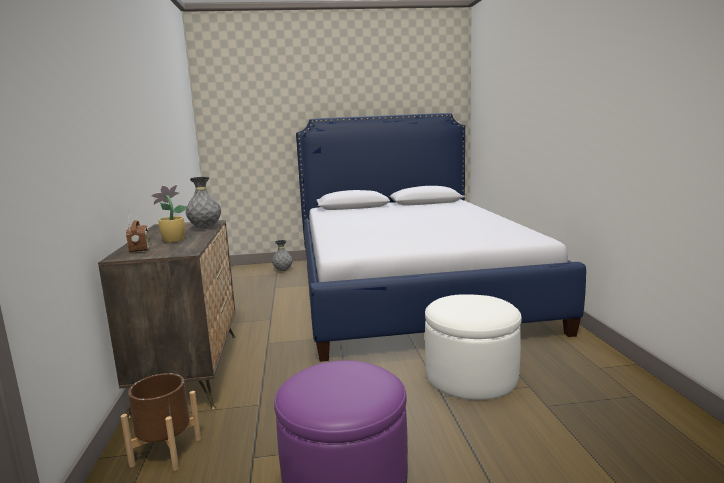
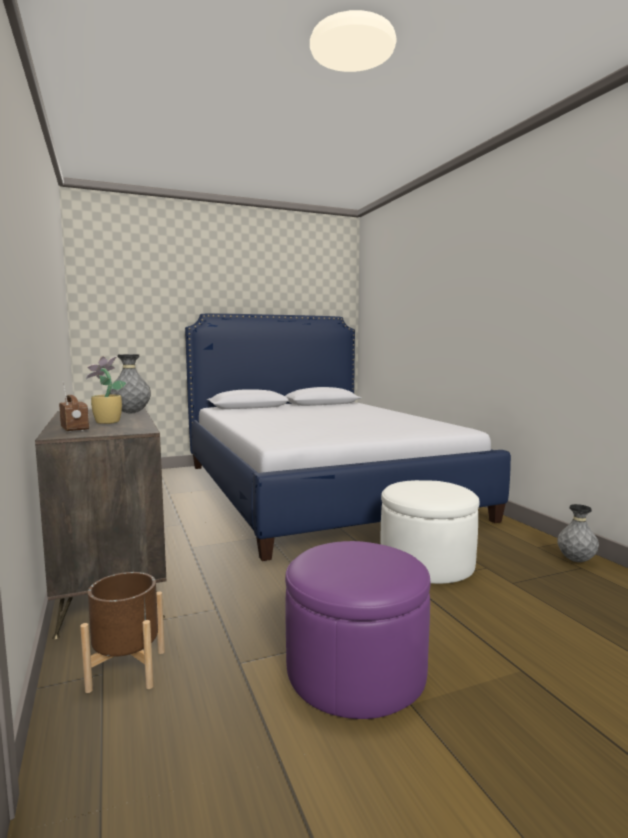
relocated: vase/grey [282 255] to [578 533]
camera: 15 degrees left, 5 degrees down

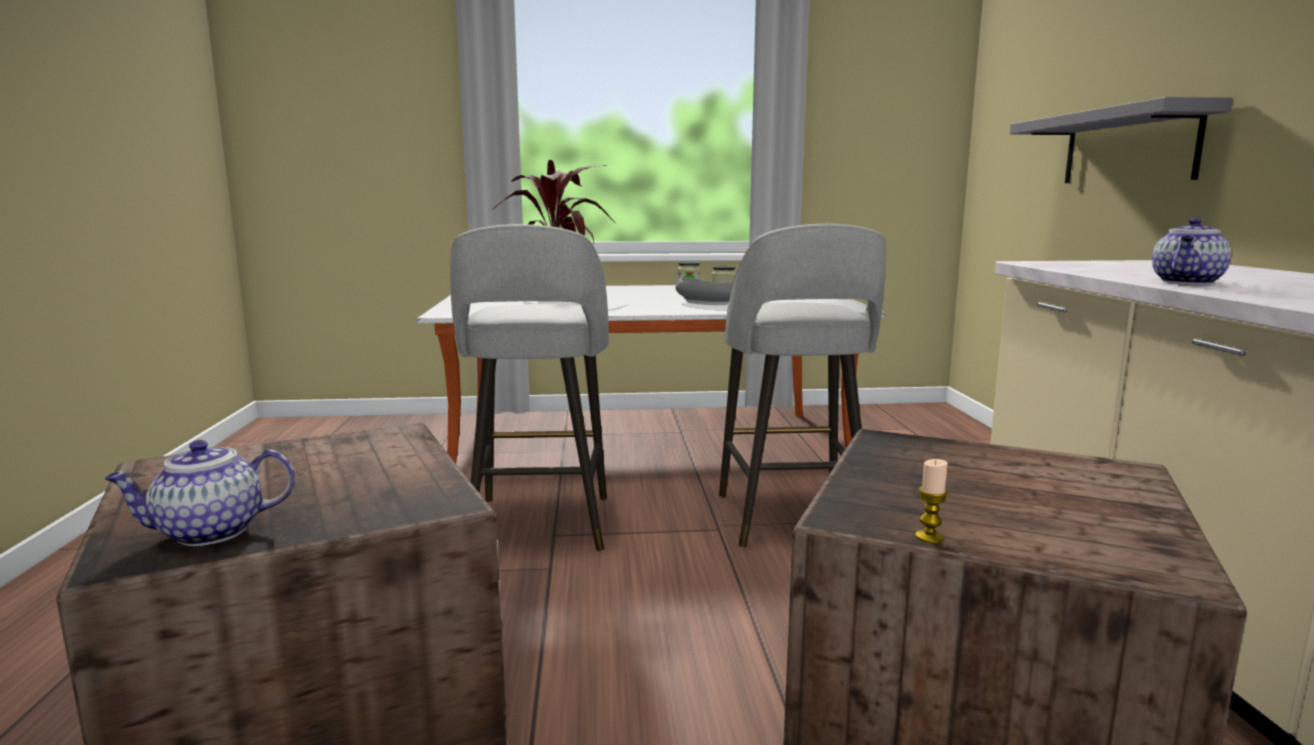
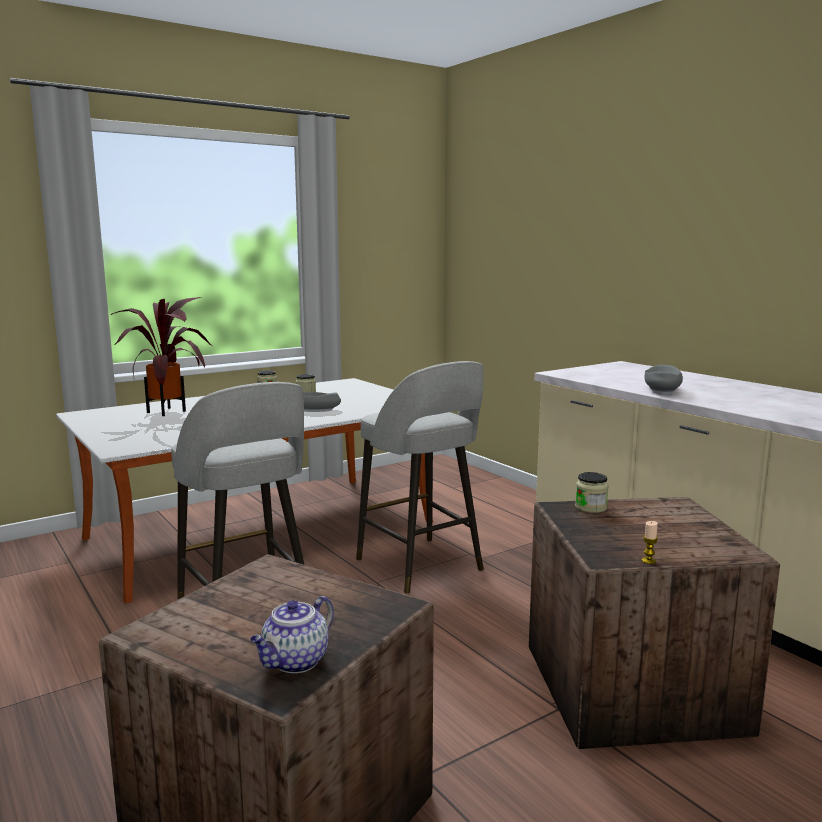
missing: shelf/grey [1121 140]
appeared: jar [592 492]
exchanged: teapot [1192 251] to bowl/grey [663 380]
camera: 30 degrees left, 0 degrees up

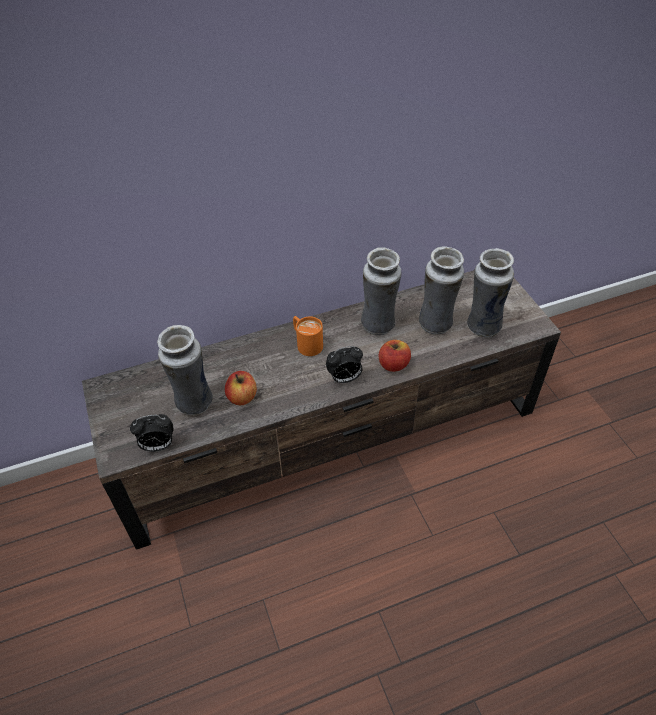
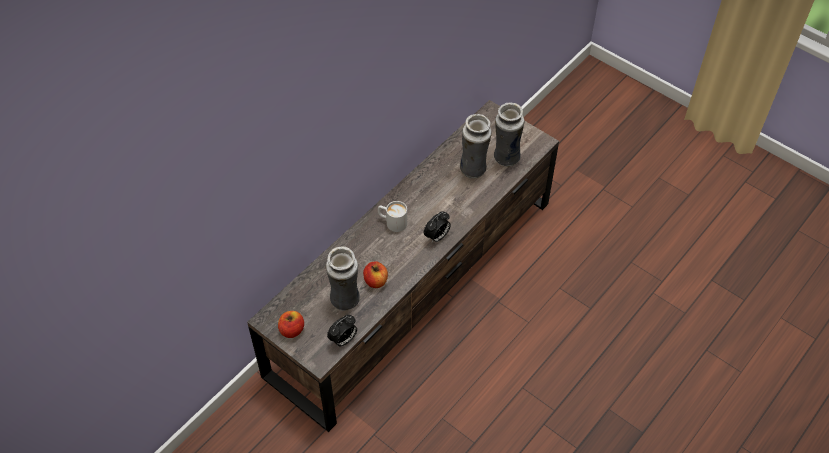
missing: vase [381 291]
relocated: apple [394 356] to [291 324]
colour: mug/orange [308 336] to mug/white [392 216]
camera: 30 degrees left, 5 degrees up

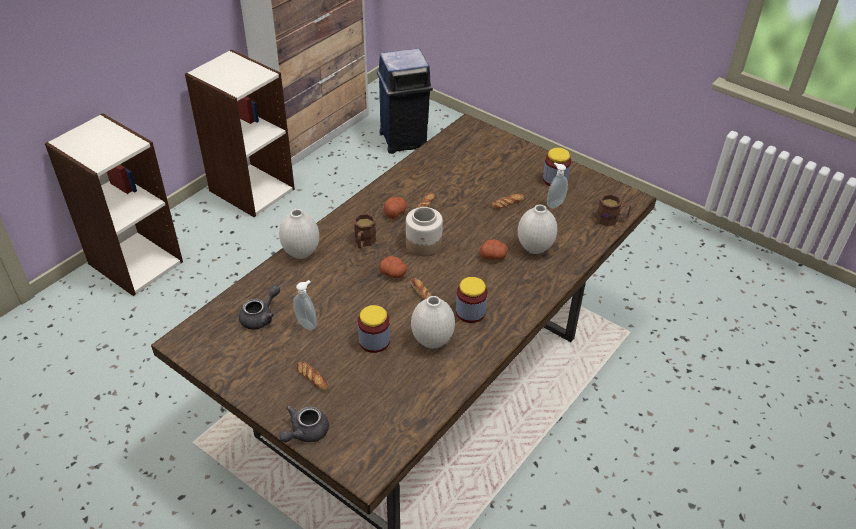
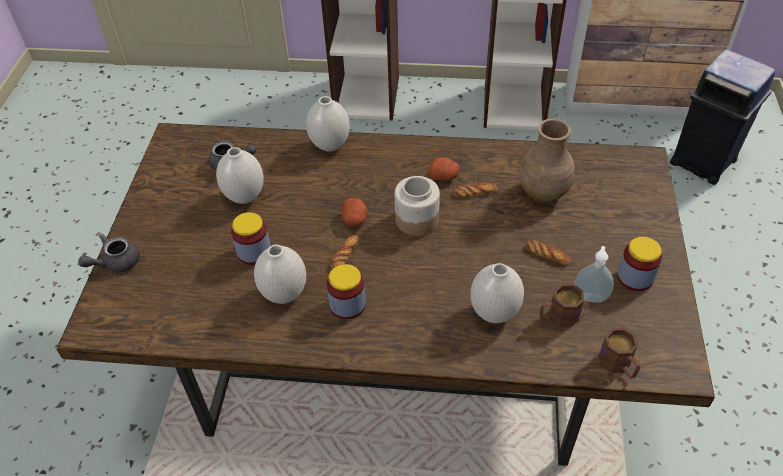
missing: bread [313 376]; potato [494 249]
appeared: vase/brown [547 160]
relocated: mug/brown [364 231] to [561 306]
exchanged: soap dispenser [305 305] to vase/white [240 175]
spun: teapot/grey [304 424] = [109 253] 45 degrees counterclockwise
camera: 60 degrees right, 5 degrees up

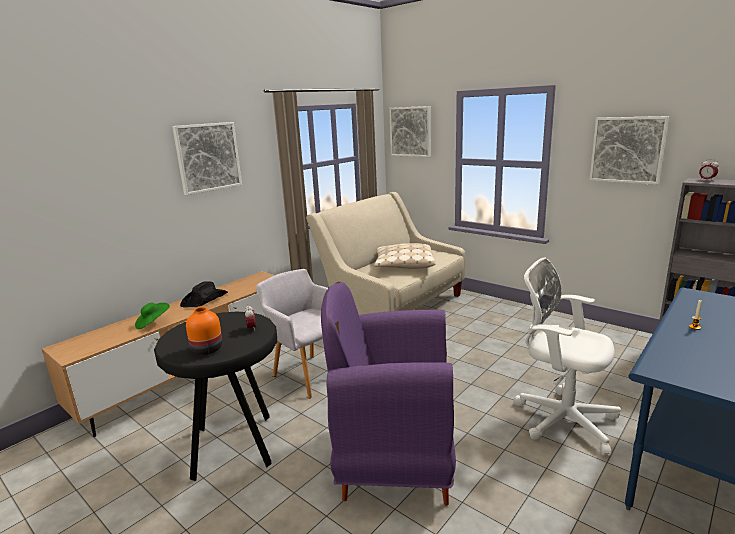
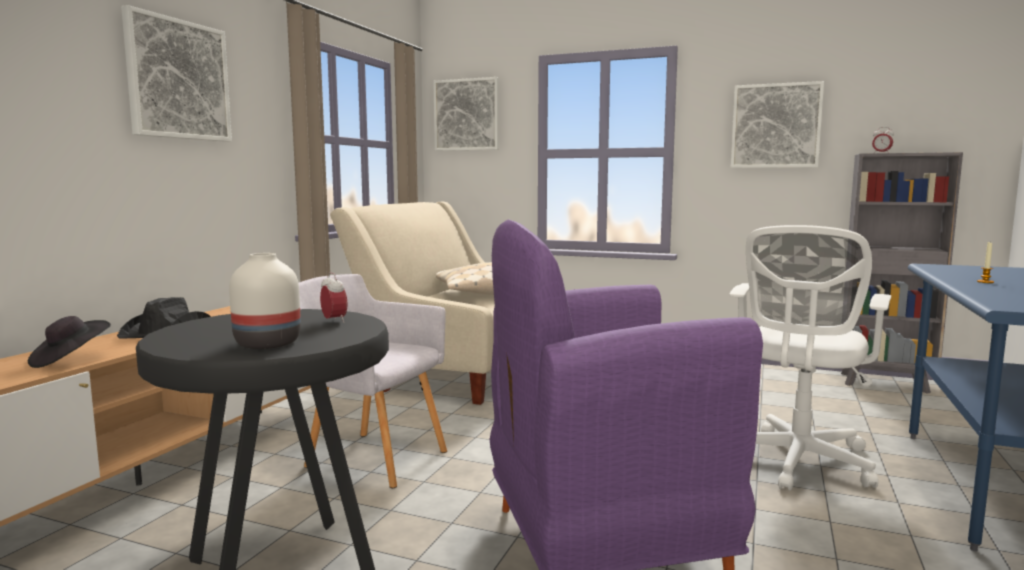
colour: hat/green [152 315] to hat/black [69 342]; vase/orange [204 331] to vase/white [265 301]
spun: office chair/white [567 357] = [810 358] 75 degrees counterclockwise
camera: 20 degrees left, 10 degrees down

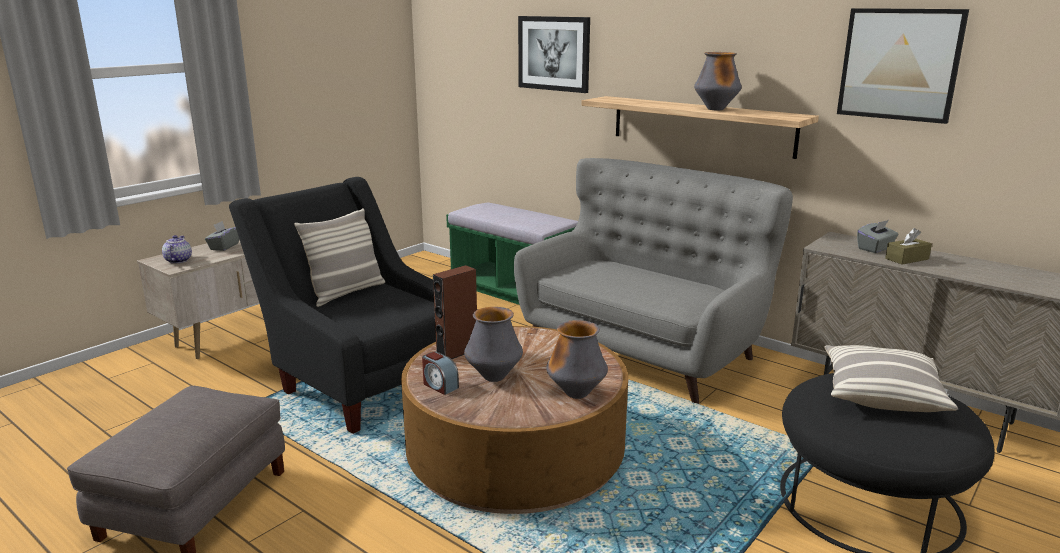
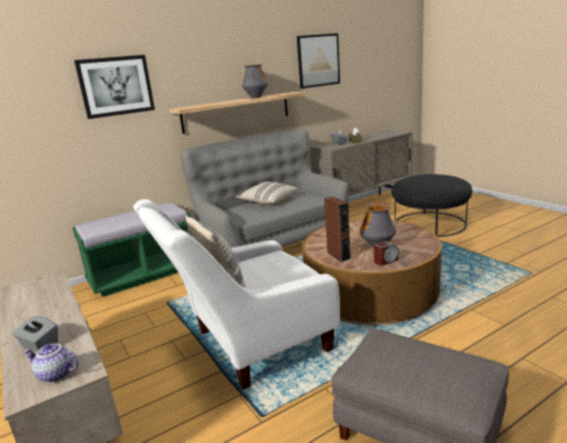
missing: vase [577 359]
relocated: pillow [891 378] to [267 193]
colour: armchair/black [332 305] to armchair/white [236 294]
camera: 70 degrees left, 0 degrees up

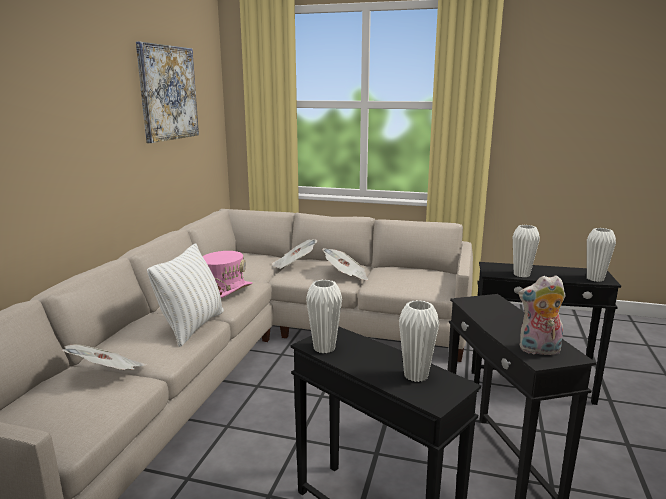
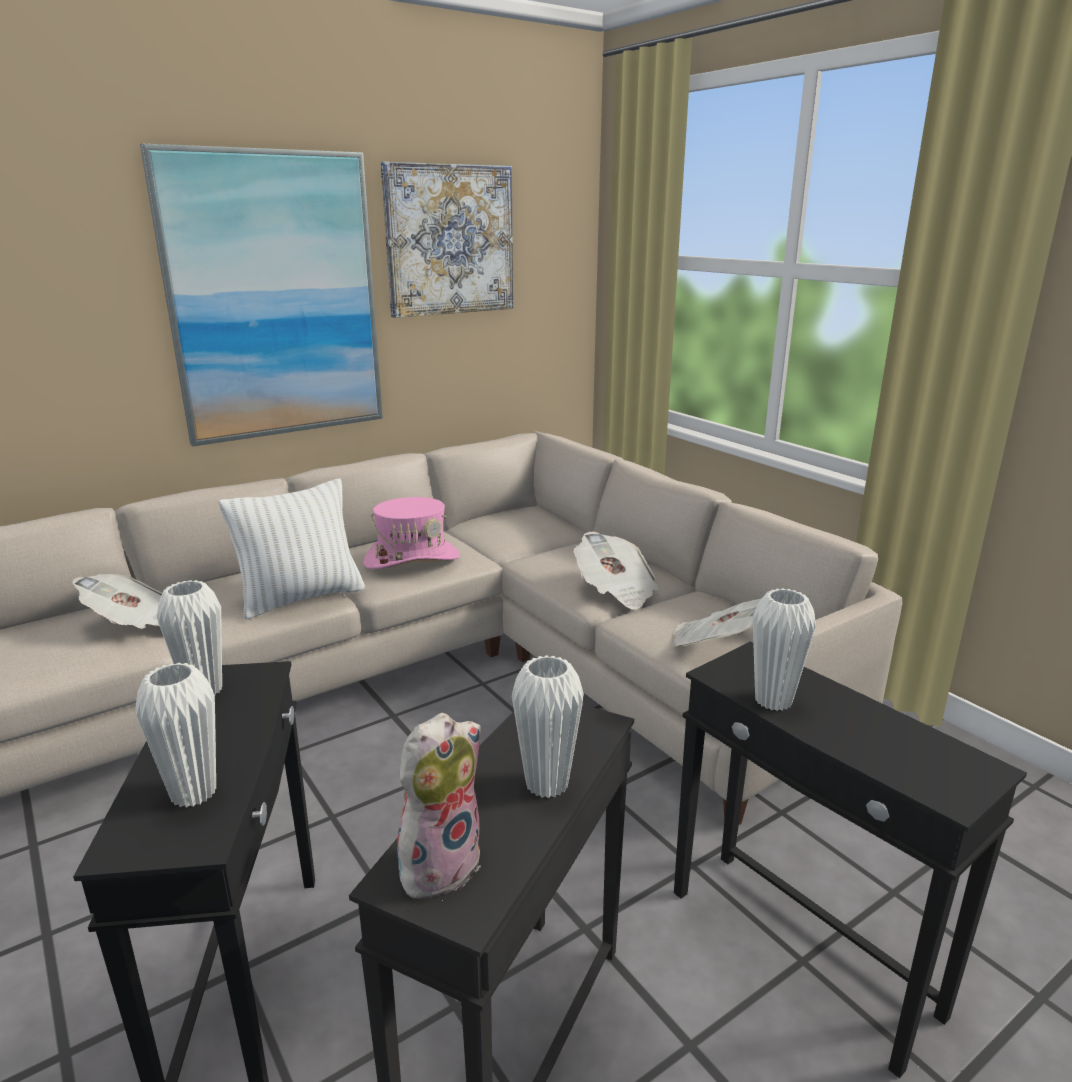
appeared: picture [261 294]
relocated: newspaper [294 254] to [716 622]; vase/white [601 255] to [548 726]
spun: plush toy [542 315] = [436 807] 90 degrees clockwise
camera: 40 degrees right, 5 degrees up

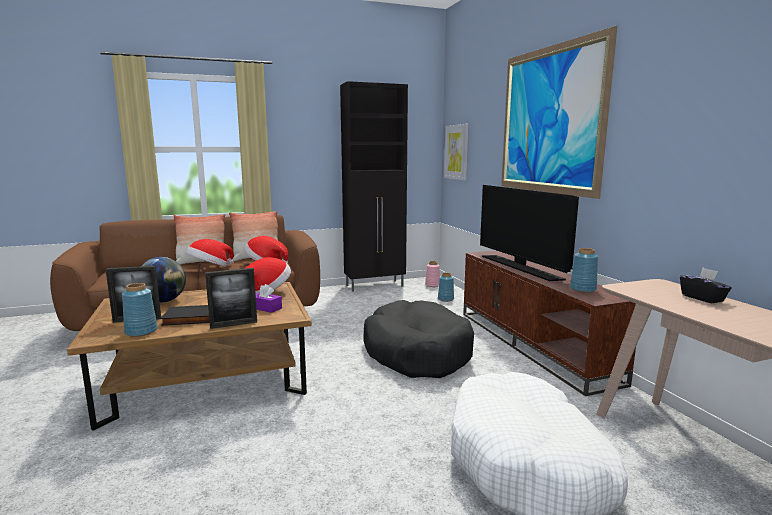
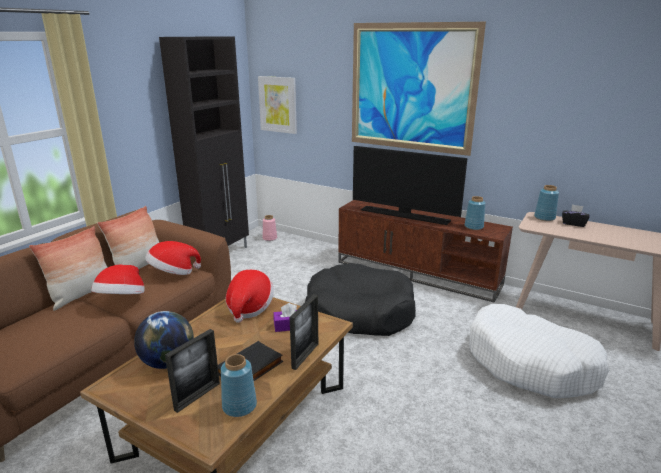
relocated: vase/blue [446 287] to [546 203]
camera: 40 degrees left, 10 degrees up

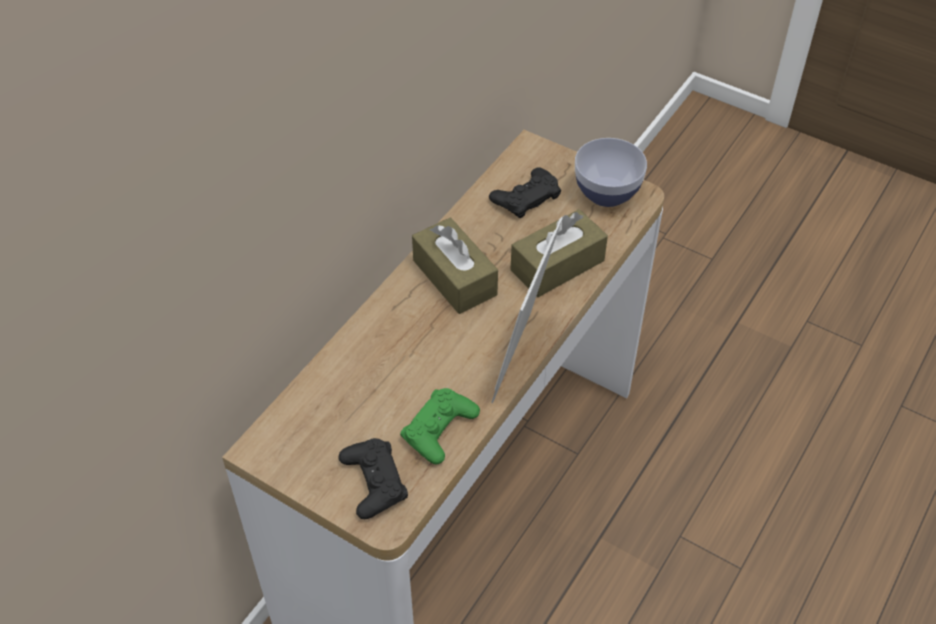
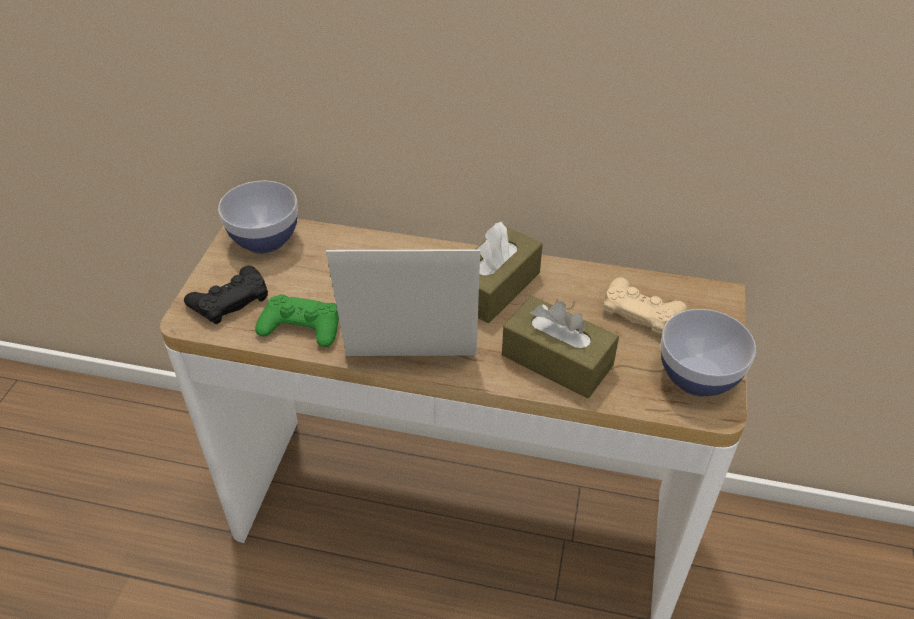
appeared: bowl [258 217]
colour: game controller/black [525 192] to game controller/beige [645 306]
camera: 70 degrees right, 5 degrees down

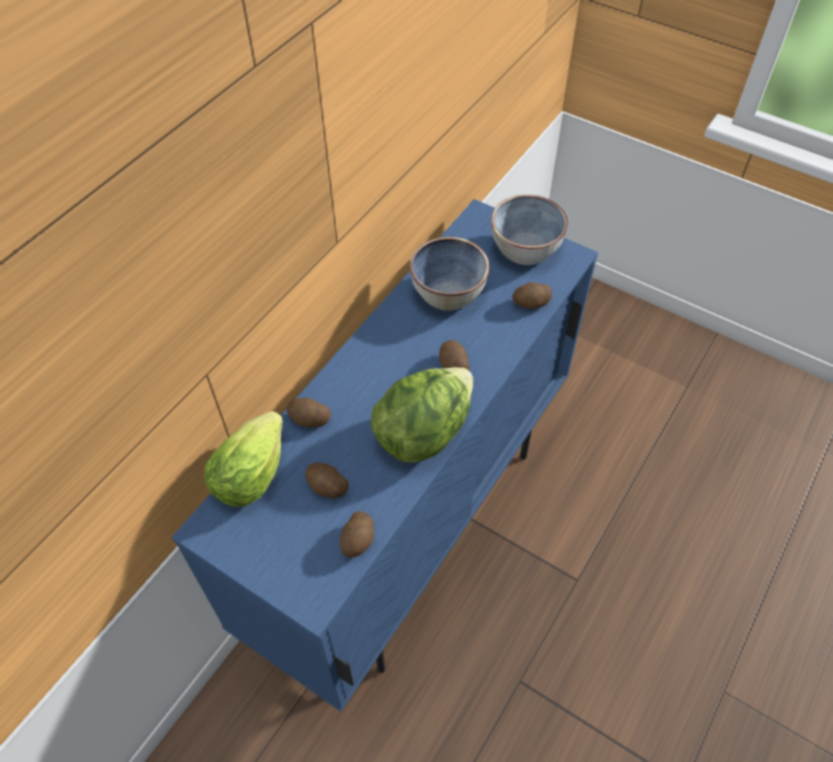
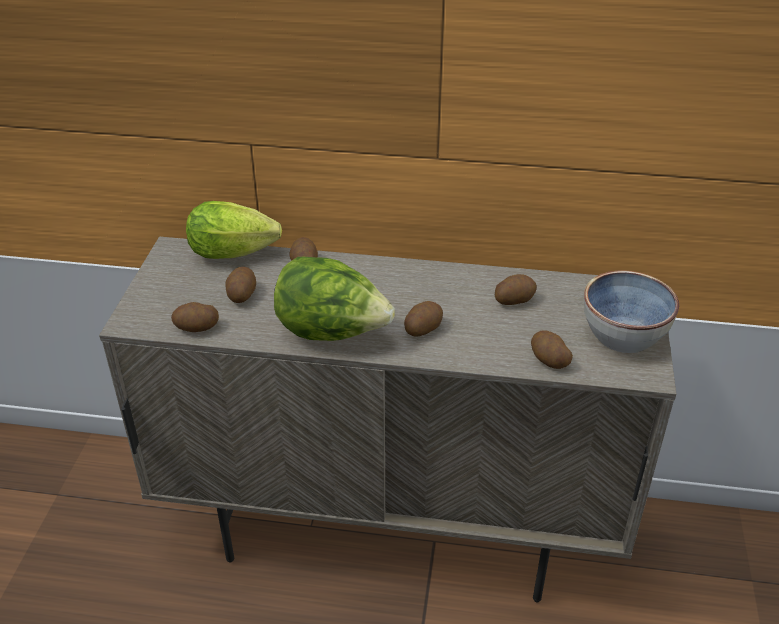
exchanged: bowl [450 274] to potato [516 289]
colour: cabinet/blue [384 455] to cabinet/beige [387 420]
camera: 65 degrees right, 15 degrees down

